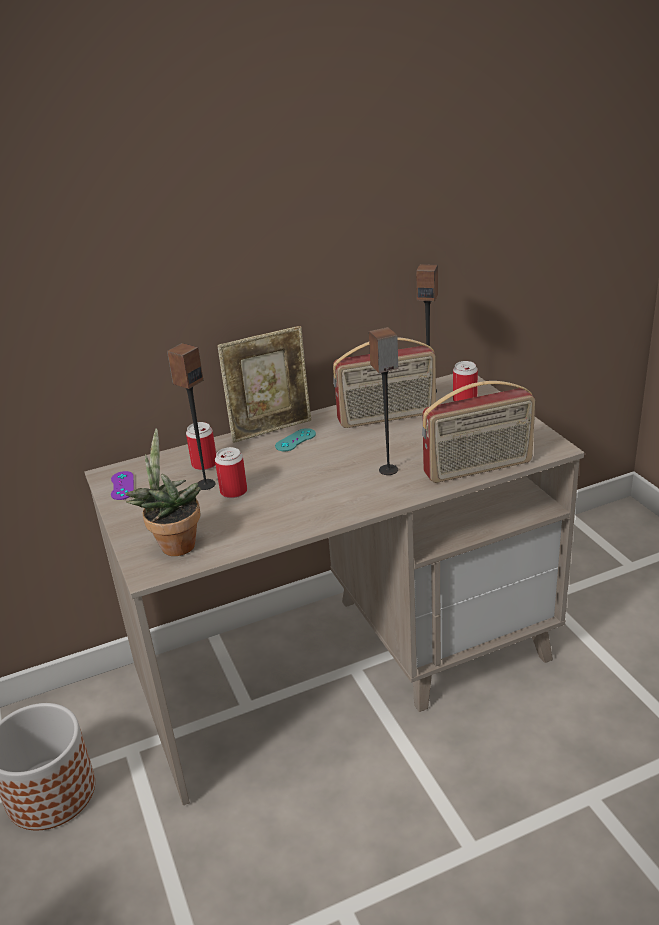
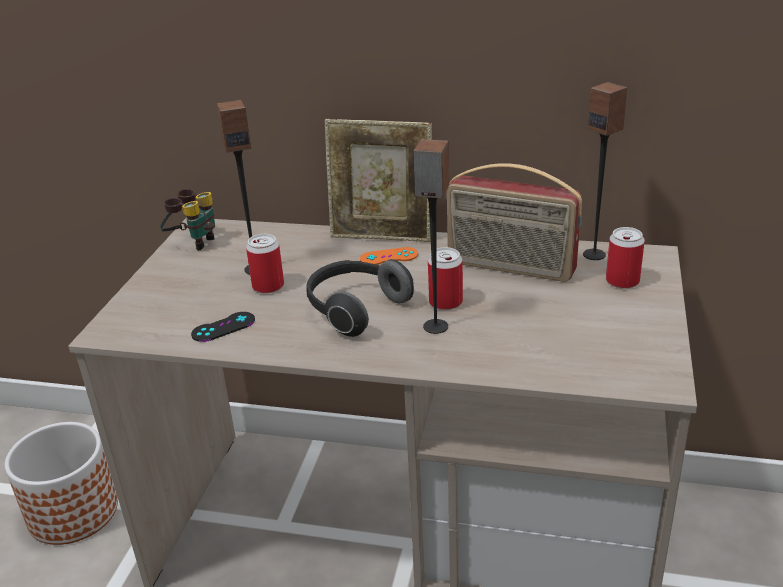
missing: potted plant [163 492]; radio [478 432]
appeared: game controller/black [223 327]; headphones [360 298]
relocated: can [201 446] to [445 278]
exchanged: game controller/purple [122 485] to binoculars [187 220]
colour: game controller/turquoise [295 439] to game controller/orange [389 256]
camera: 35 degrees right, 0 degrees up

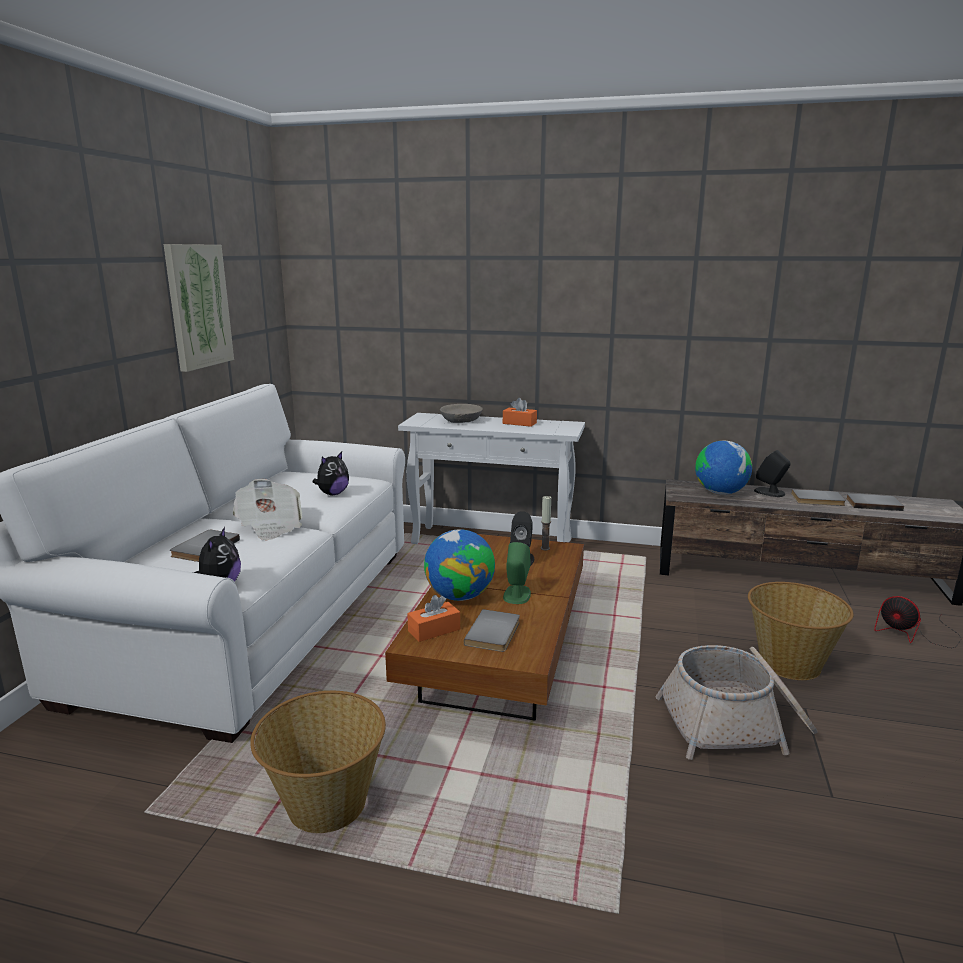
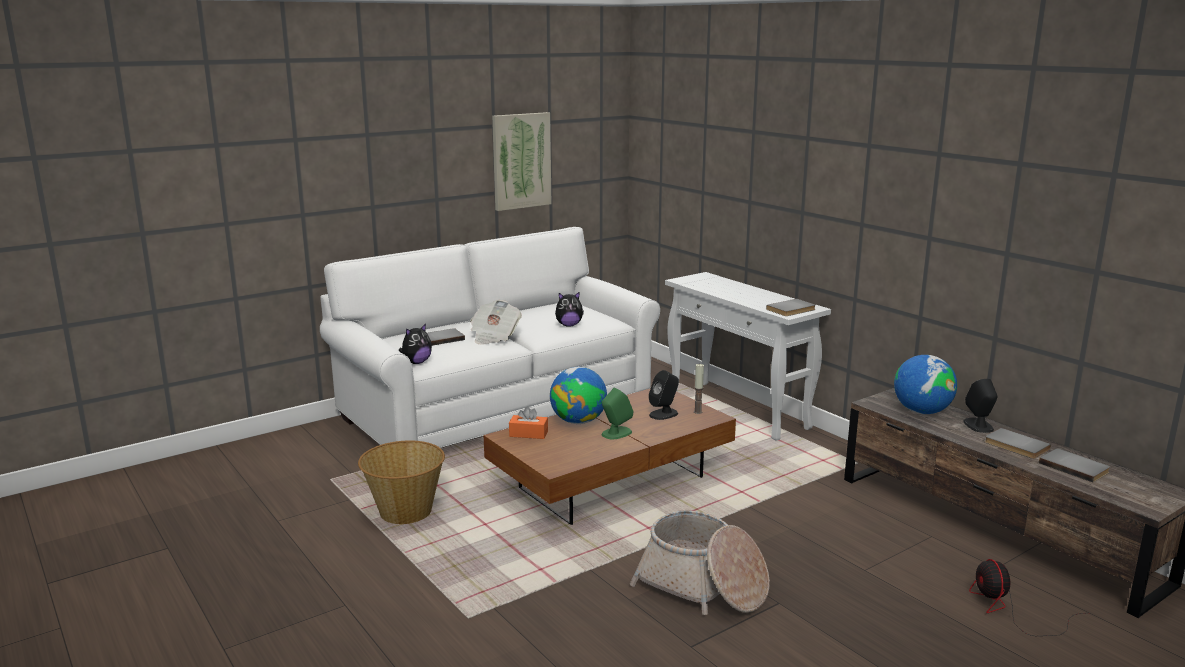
missing: bowl/grey [461 413]; tissue box/orange [520 412]; basket [801 631]
relocated: book/grey [492 630] to [790 307]
camera: 40 degrees right, 0 degrees up

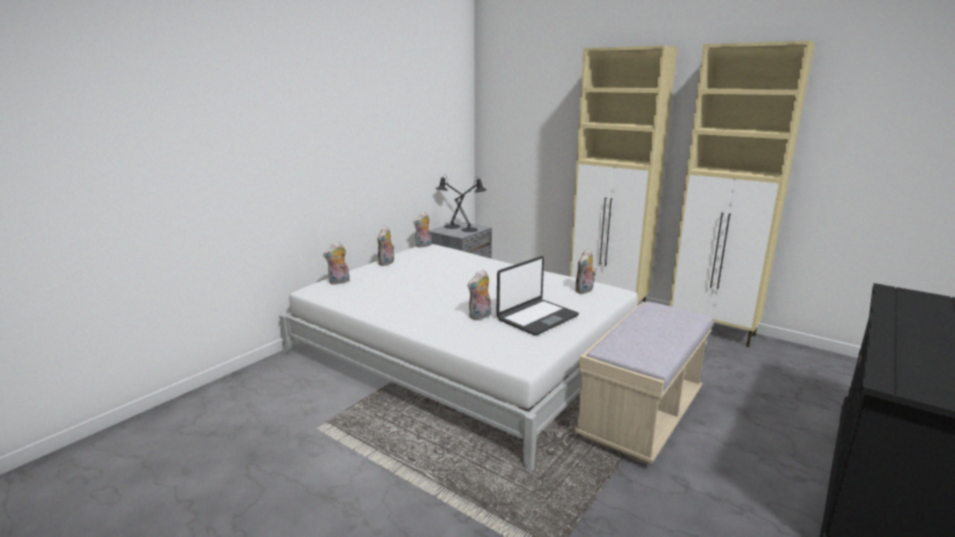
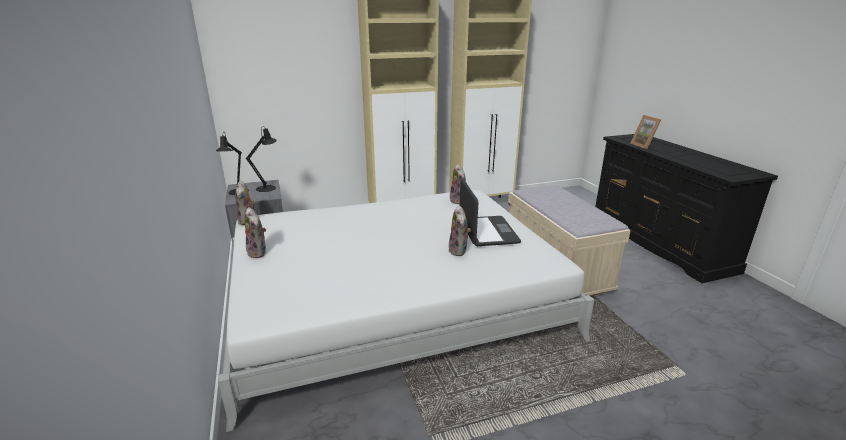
missing: plush toy [336 263]
appeared: picture frame [645 132]
camera: 55 degrees left, 5 degrees up

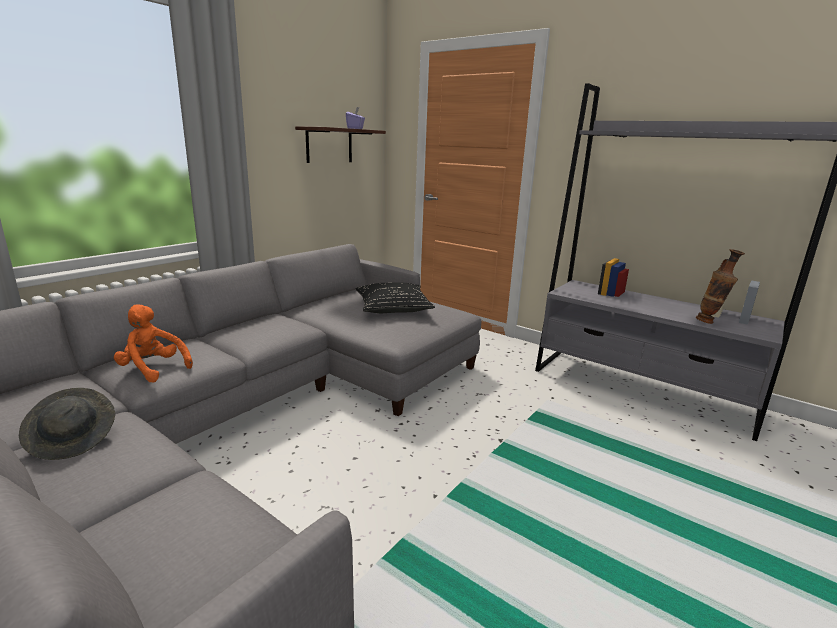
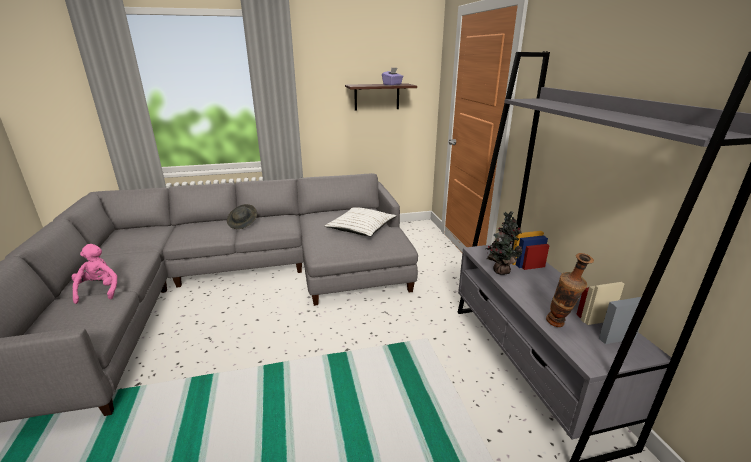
missing: plush toy/orange [153 343]
appeared: plush toy/pink [94 274]; potted plant [504 243]
relocated: hat/grey [67 424] to [242 216]
colour: pillow/black [395 297] to pillow/white [361 222]
camera: 40 degrees right, 5 degrees up

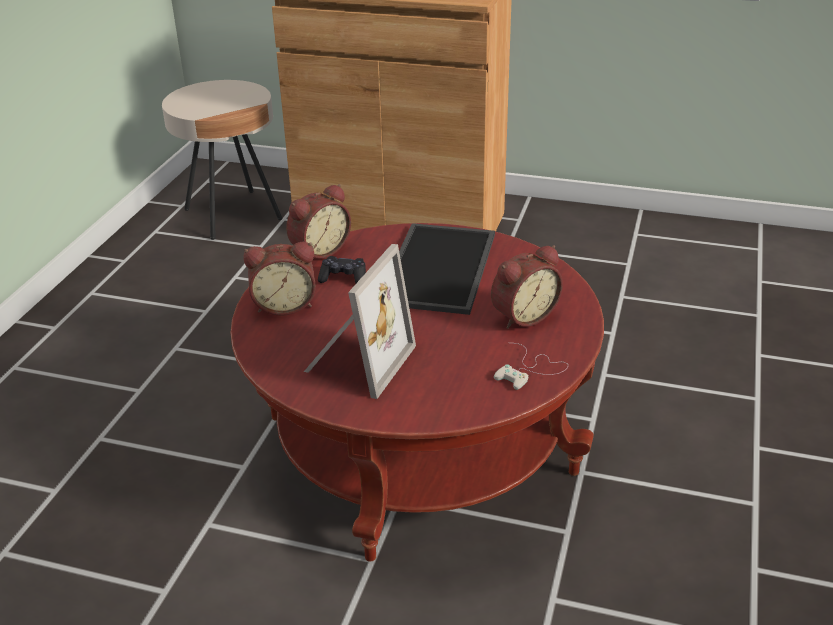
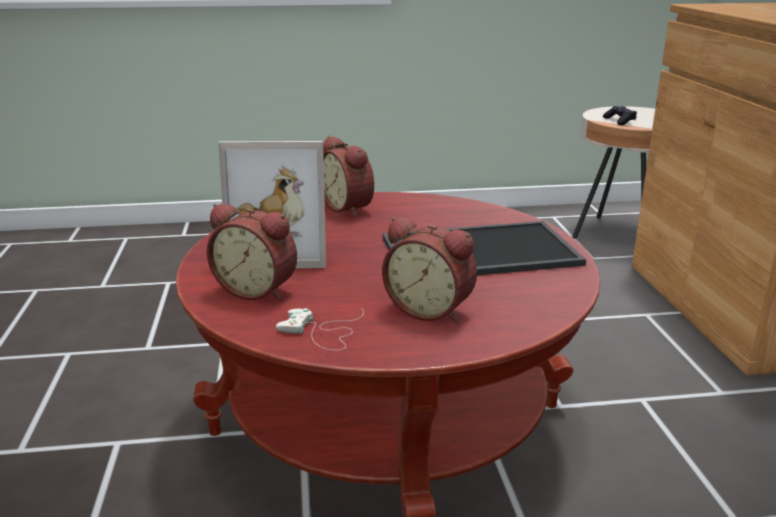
relocated: alarm clock [318 221] to [252 252]; game controller/black [342 269] to [620 115]
camera: 65 degrees right, 10 degrees down

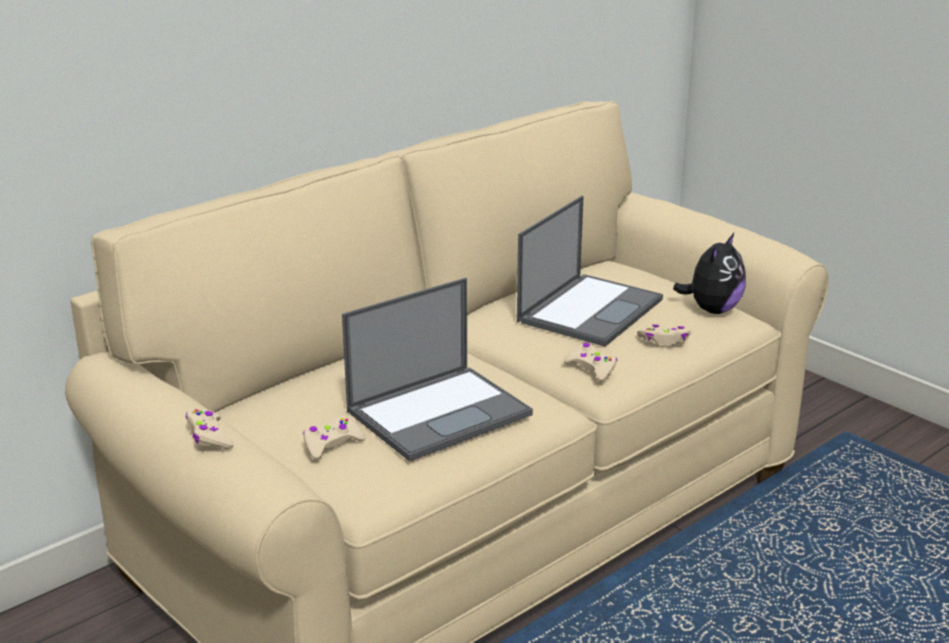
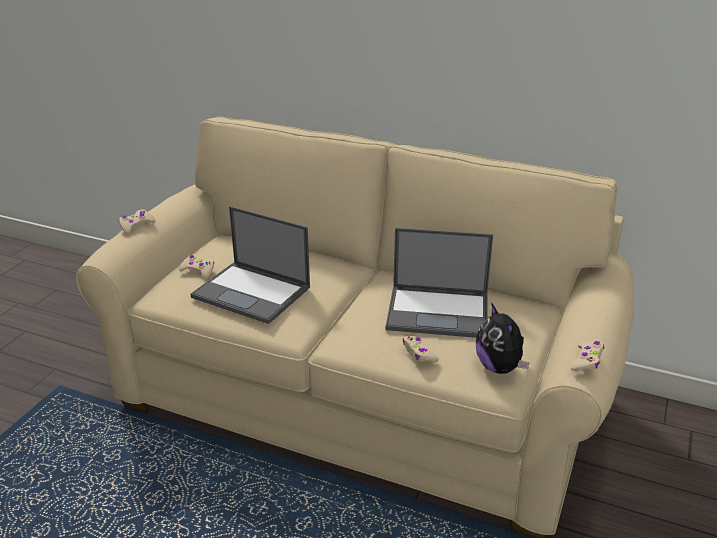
relocated: game controller/beige [591 362] to [587 356]
spun: plush toy [709 273] = [502 338] 60 degrees clockwise
camera: 65 degrees right, 5 degrees up

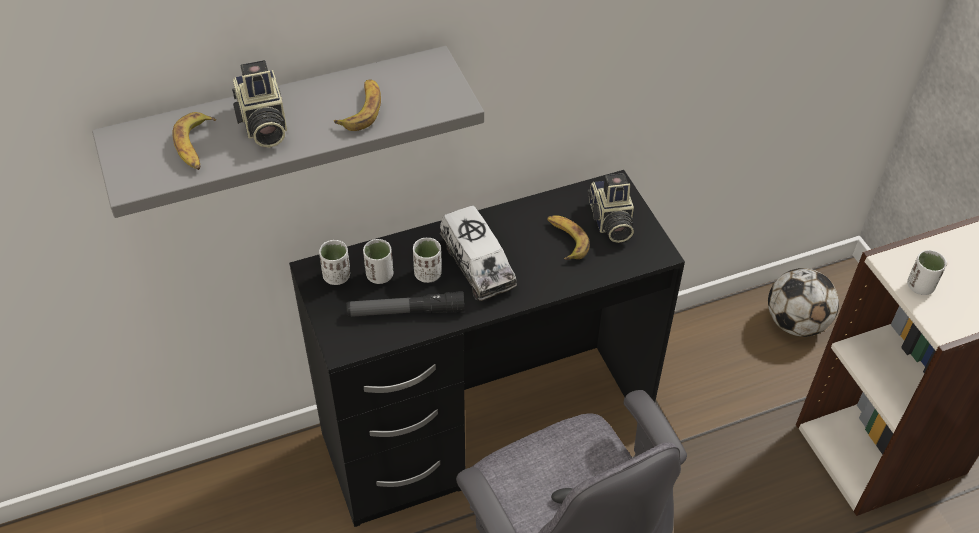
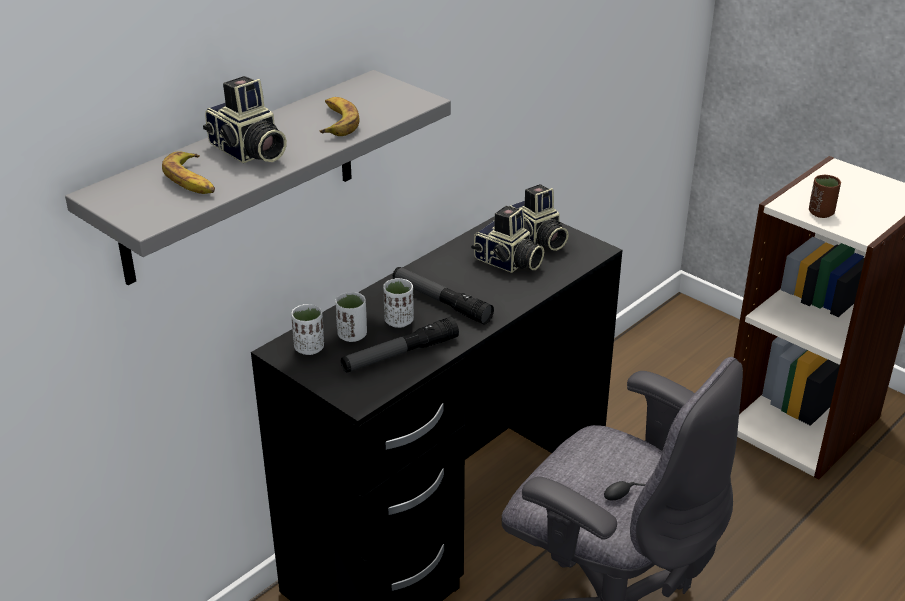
missing: football [803 302]
exchanged: toy truck [478 253] to flashlight [443 295]; banana [568 237] to photo camera [507 239]
colour: cup/white [927 272] to cup/brown [825 196]
camera: 25 degrees left, 15 degrees down

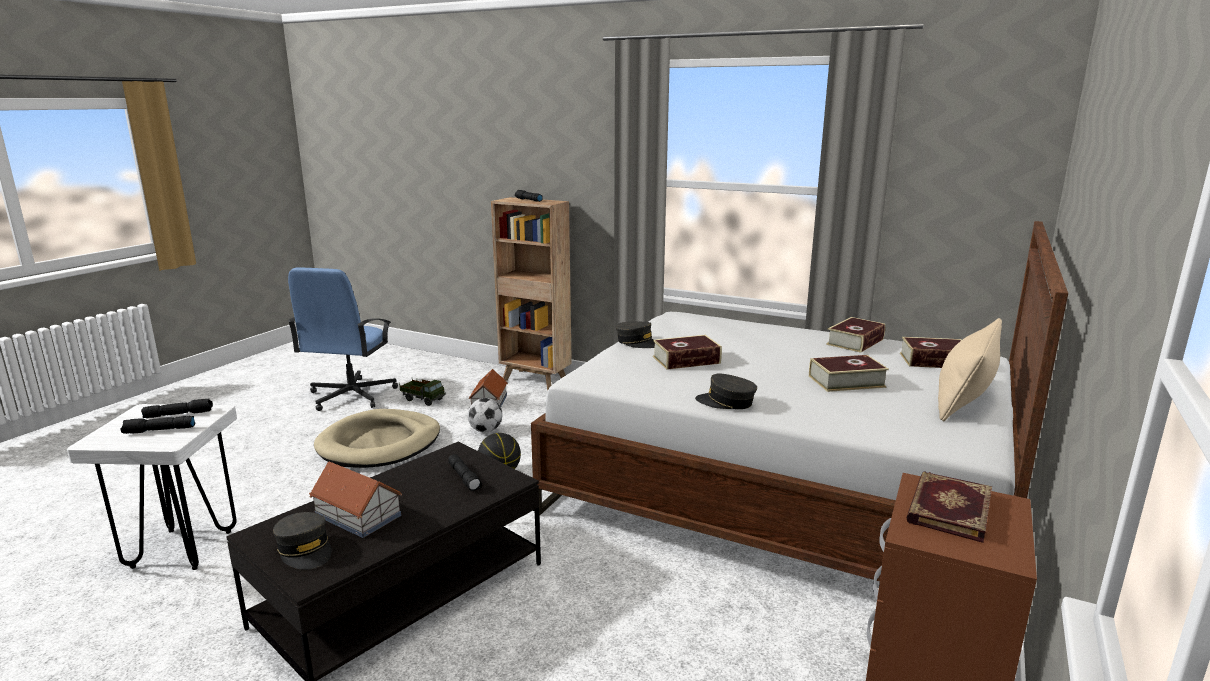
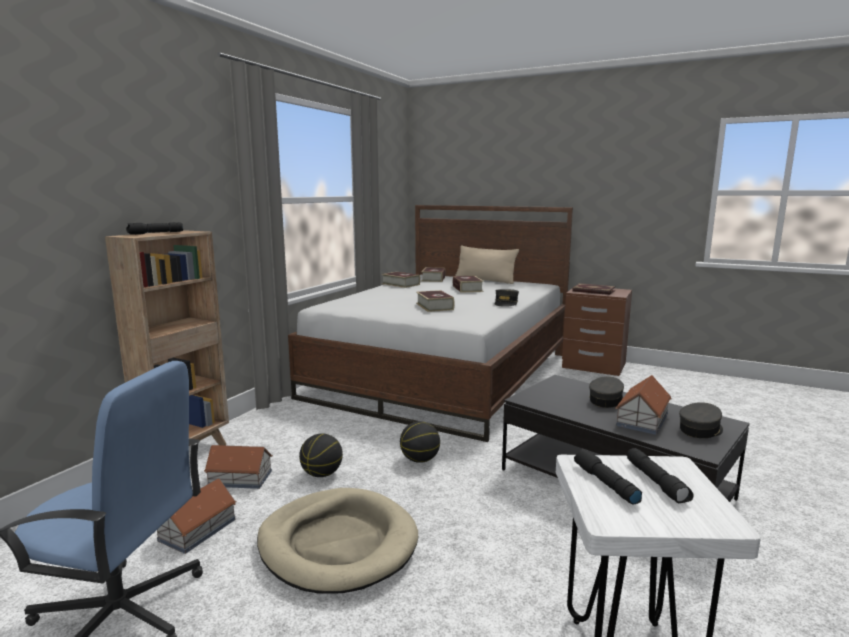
missing: flashlight/black [465 472]
relocated: cap/grey [635 335] to [606 392]
exchanged: toy truck [422 393] to toy house [197 516]; football [485 415] to basketball [321 455]
camera: 90 degrees left, 5 degrees down

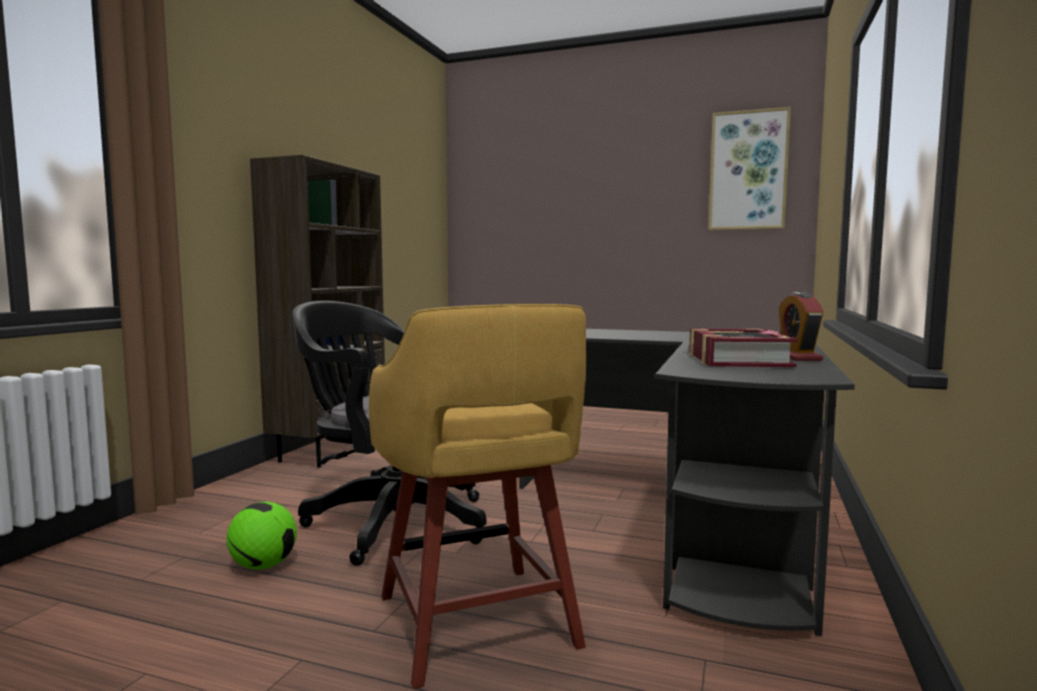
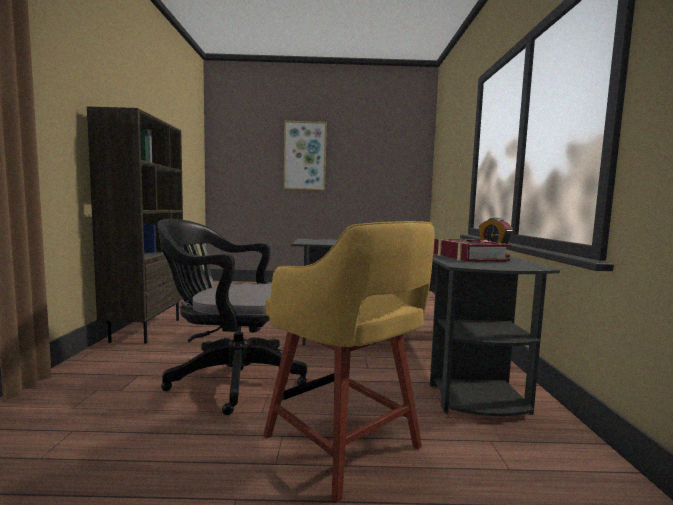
missing: football [262 536]
relocated: picture [749 168] to [305 155]
camera: 20 degrees left, 0 degrees up

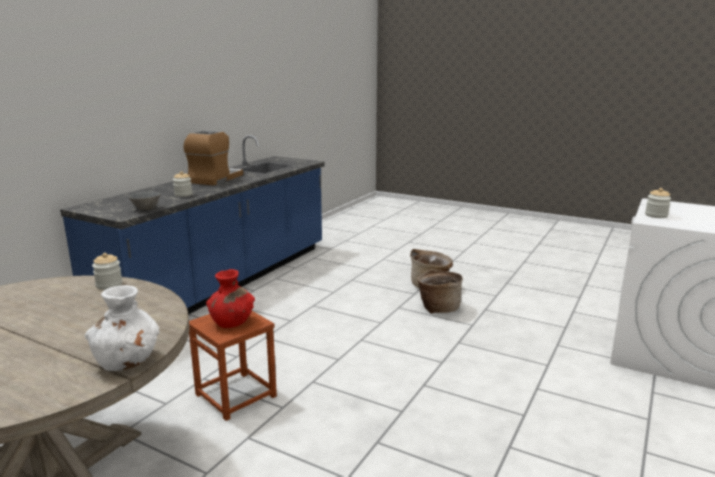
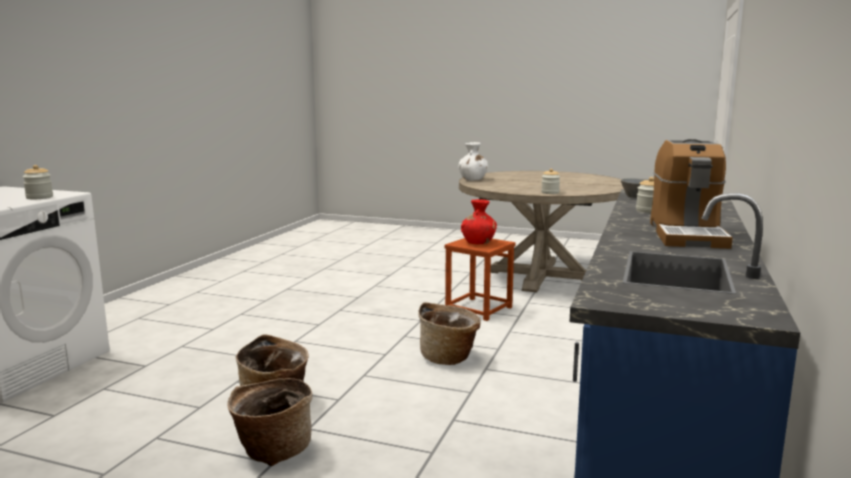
appeared: basket [449 333]
camera: 170 degrees right, 5 degrees down

